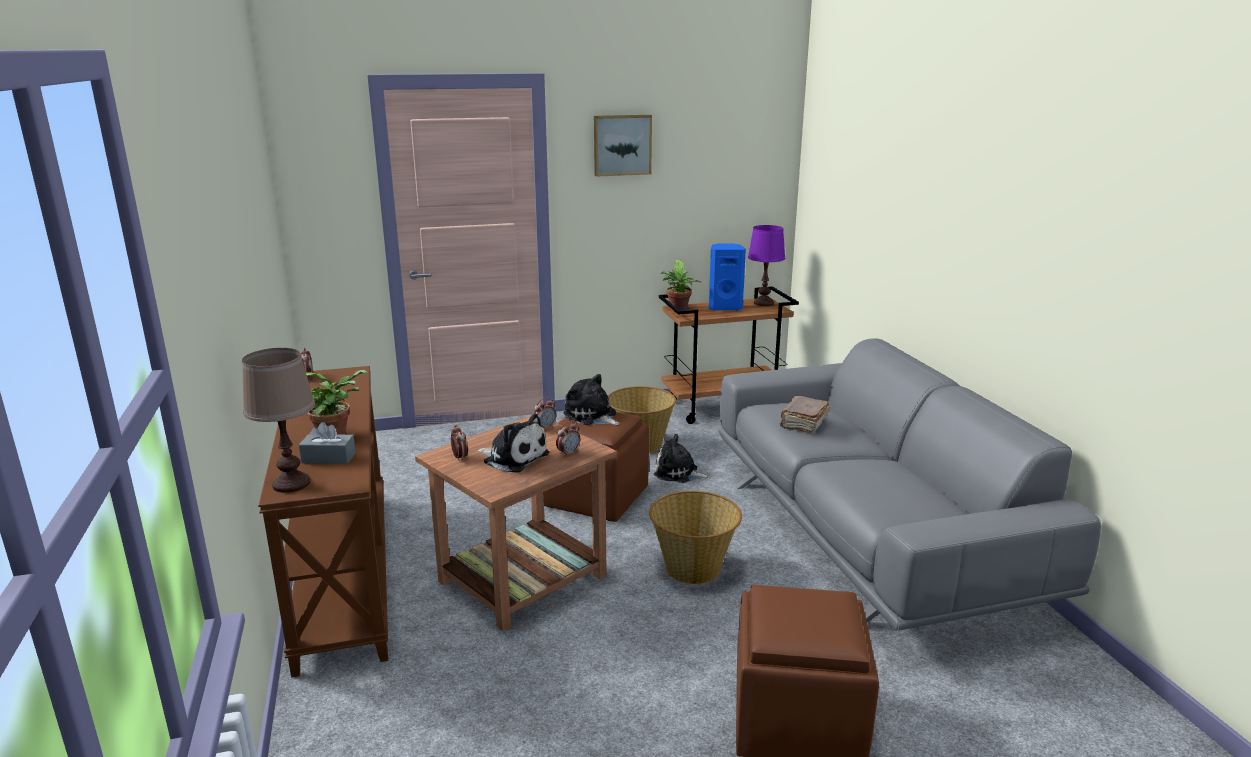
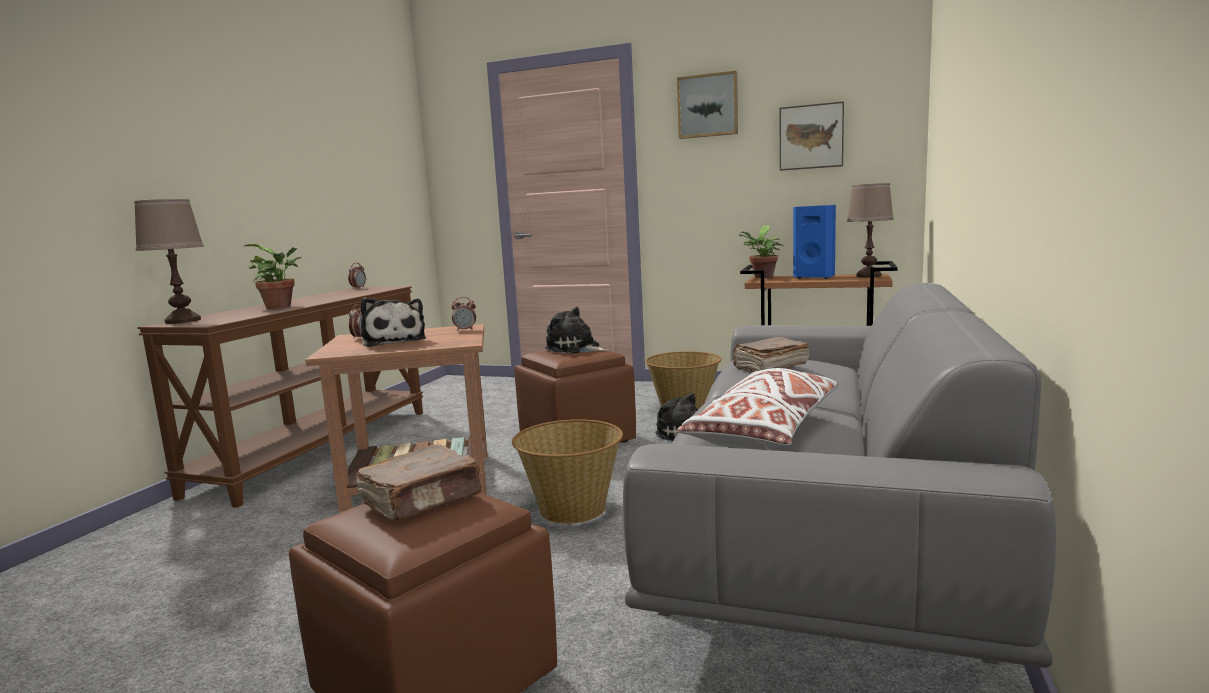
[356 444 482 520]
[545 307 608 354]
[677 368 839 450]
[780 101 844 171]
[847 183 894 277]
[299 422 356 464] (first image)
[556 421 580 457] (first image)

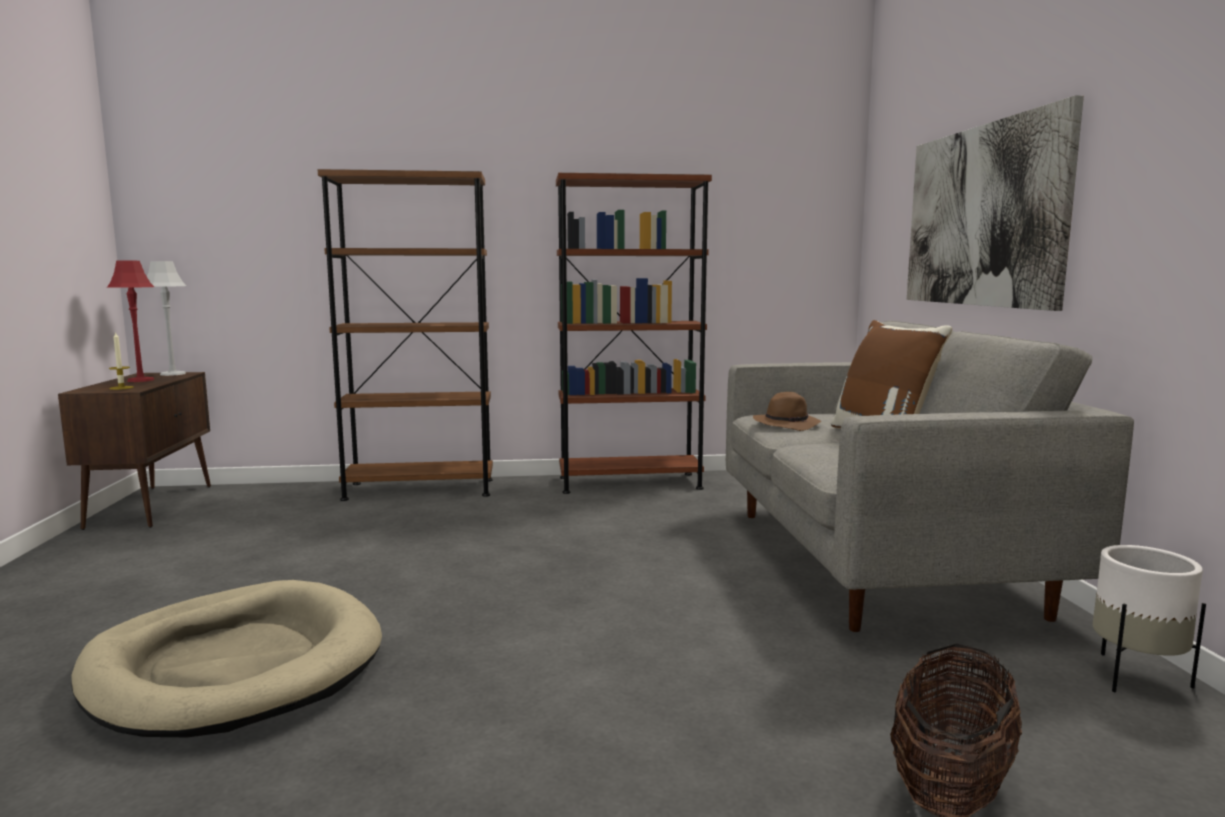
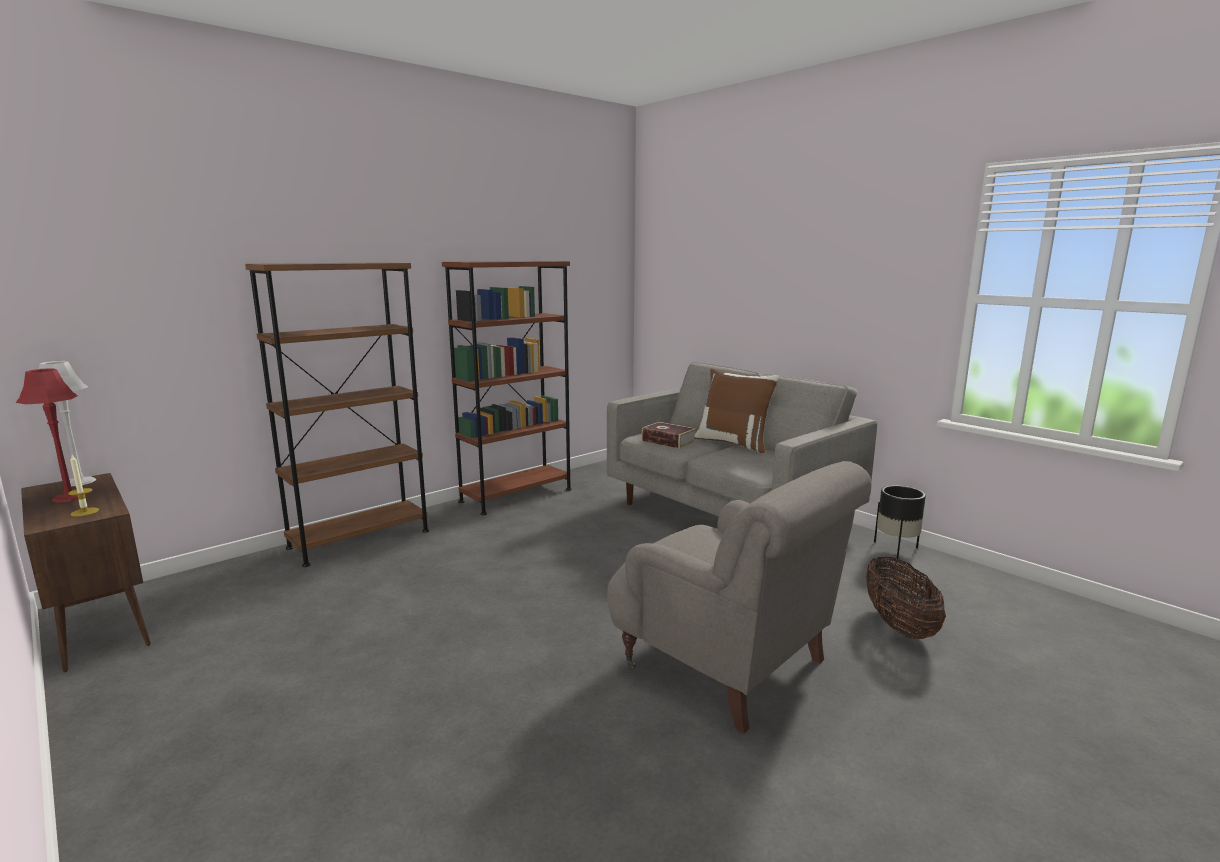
[607 461 872 733]
[642 422 696 449]
[874 485 926 559]
[72 580 382 737] (first image)
[907 95 1084 311] (first image)

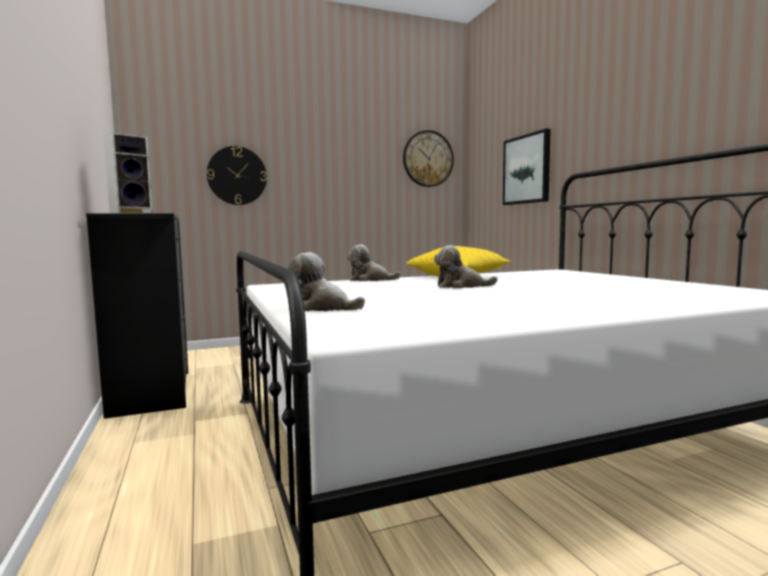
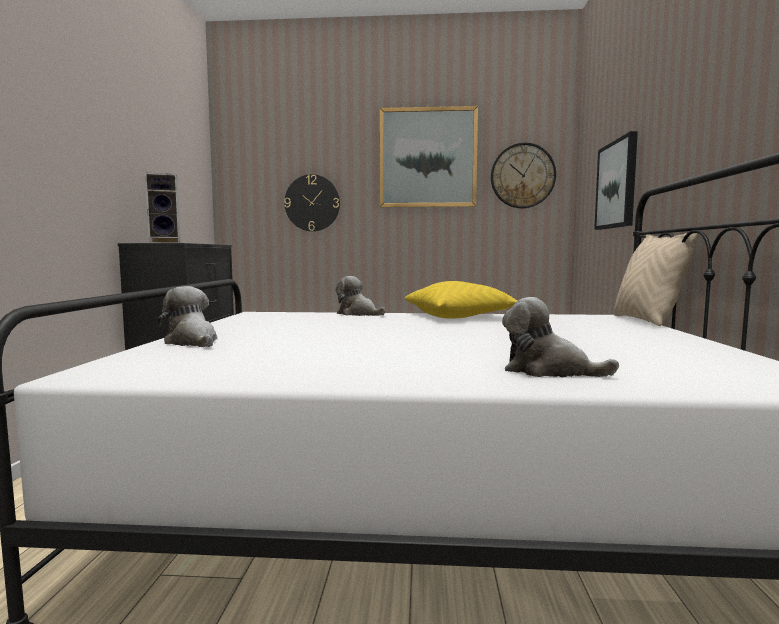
[380 106 478 207]
[502 297 619 377]
[613 233 699 326]

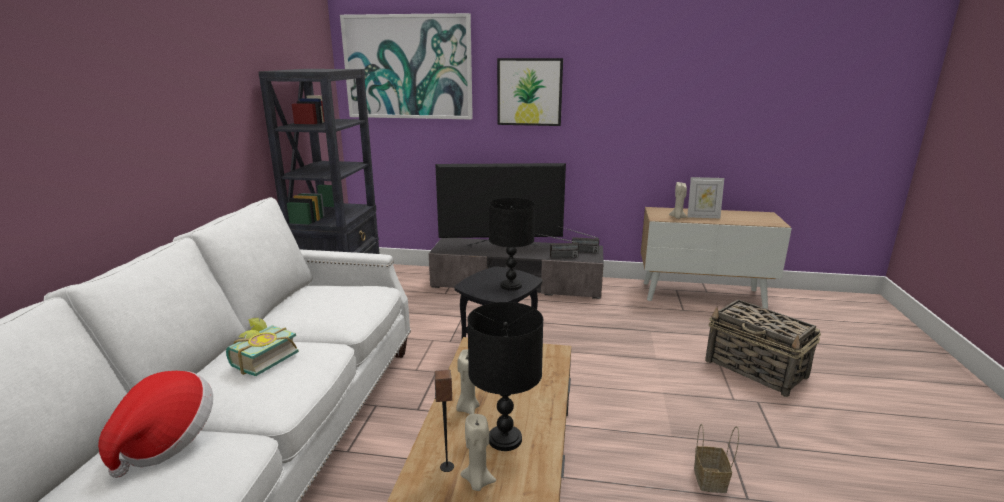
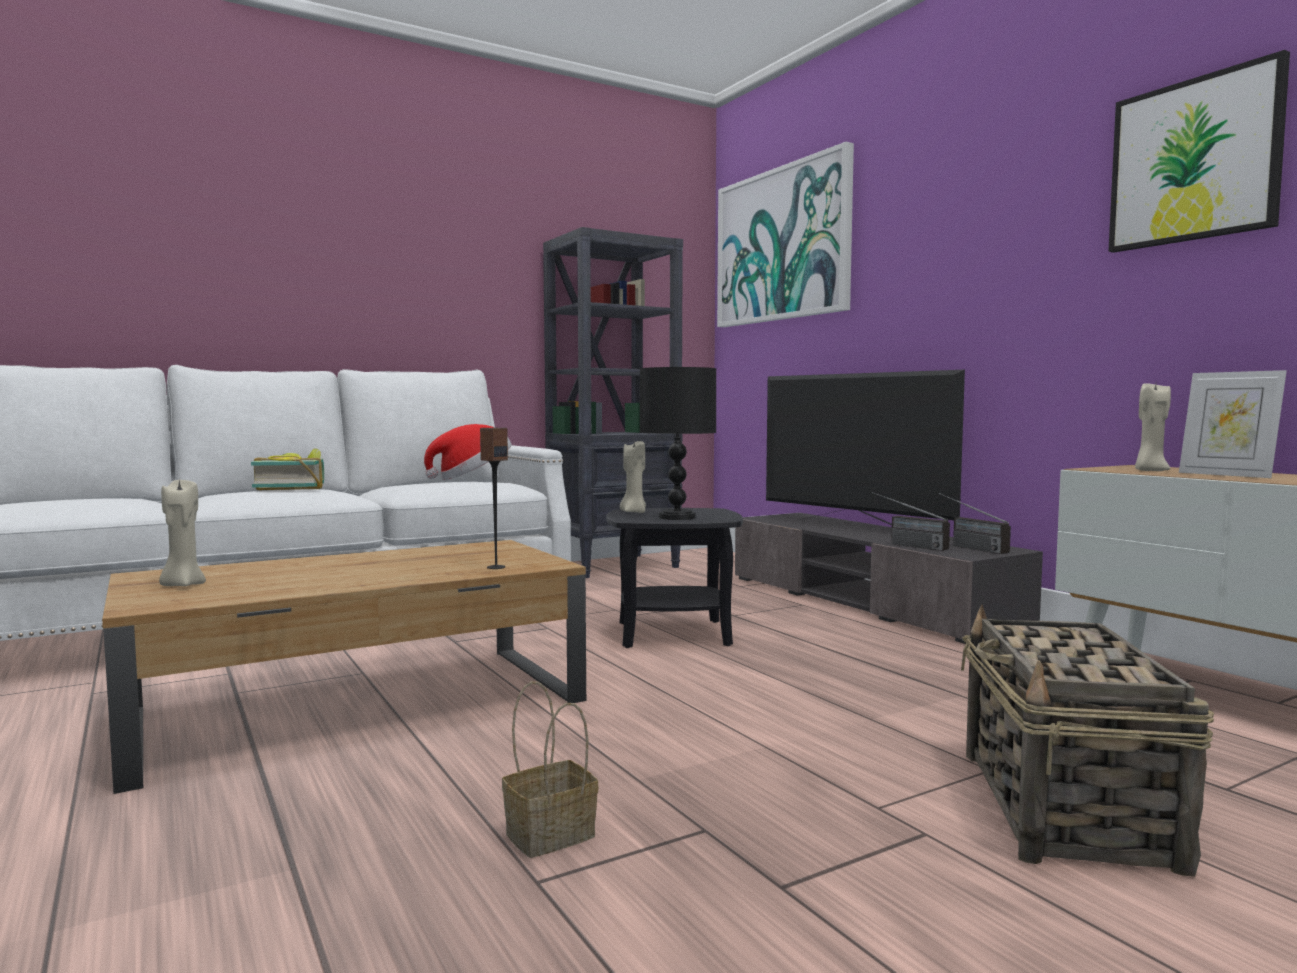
[424 424 511 480]
[480 428 508 569]
[620 441 646 513]
[1108 50 1290 252]
[467 302 543 451] (first image)

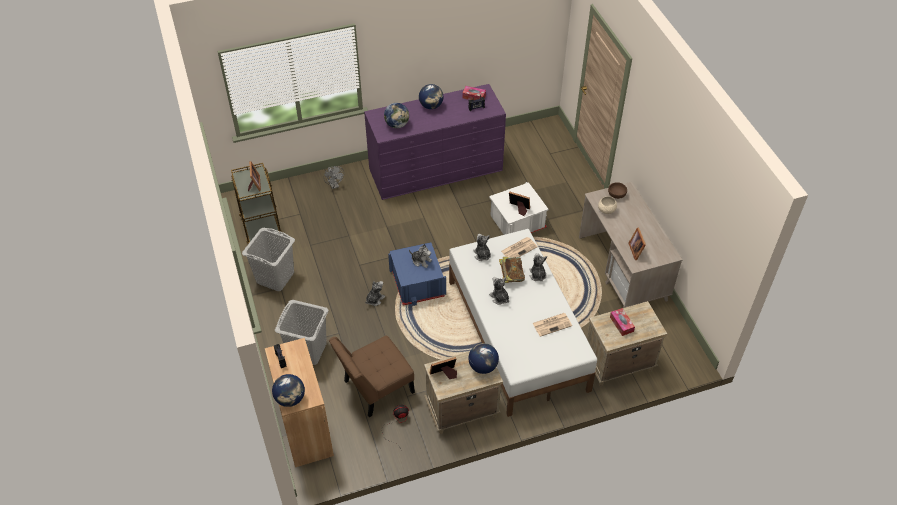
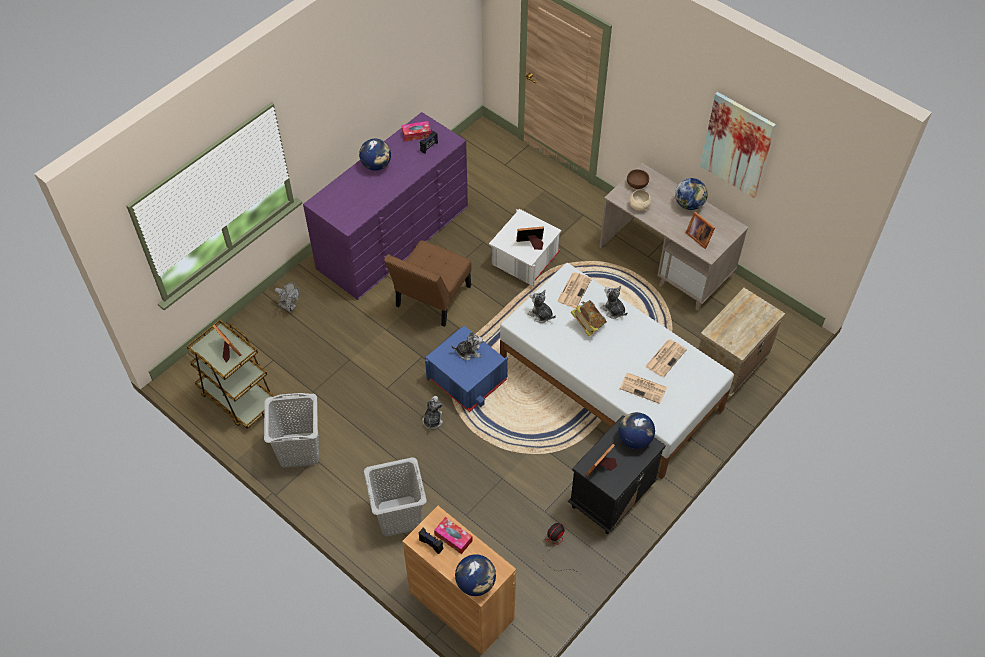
[384 240 471 327]
[434 517 473 554]
[568 415 666 534]
[620 373 667 404]
[675 178 708 210]
[700 92 776 198]
[489 277 509 305] (first image)

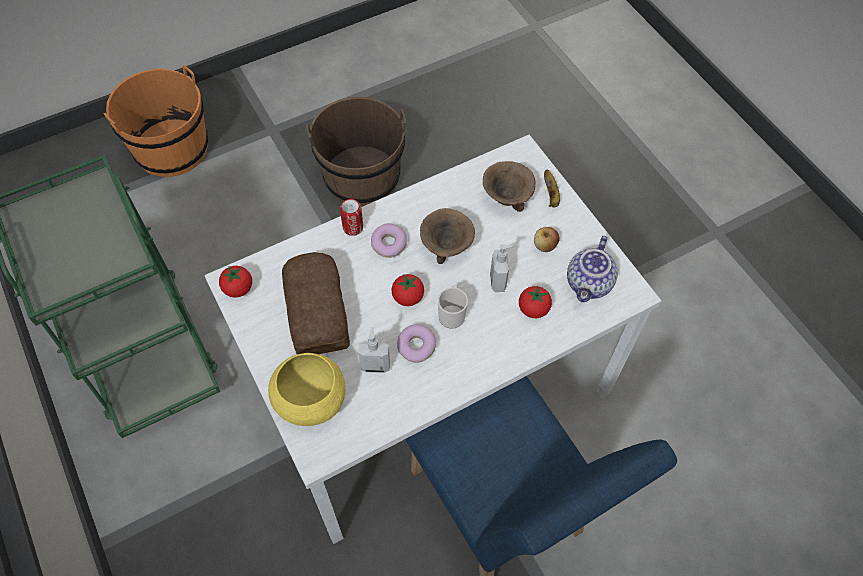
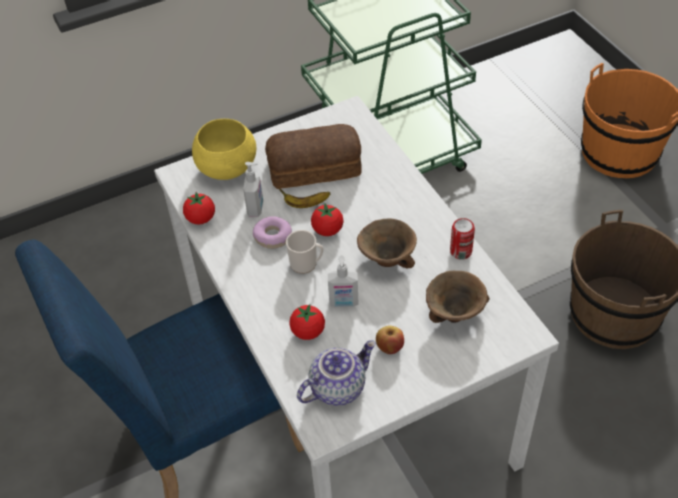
[183 192 215 225]
[279 189 330 208]
[297 340 376 406]
[450 218 475 260]
[371 223 407 258] (first image)

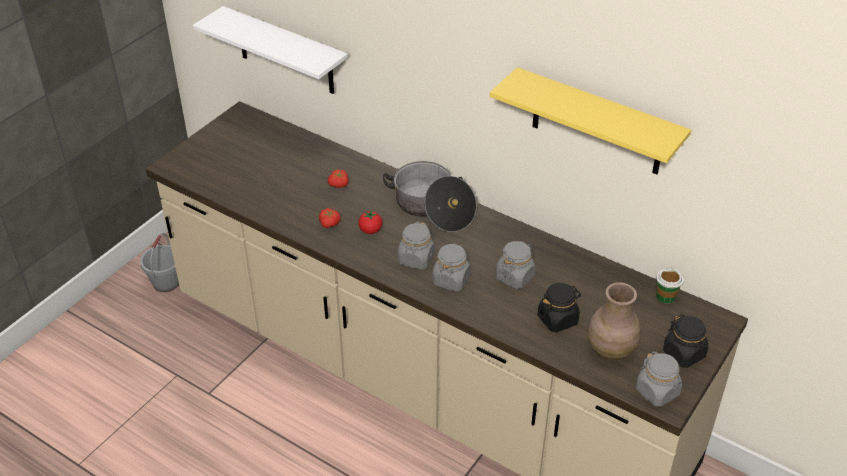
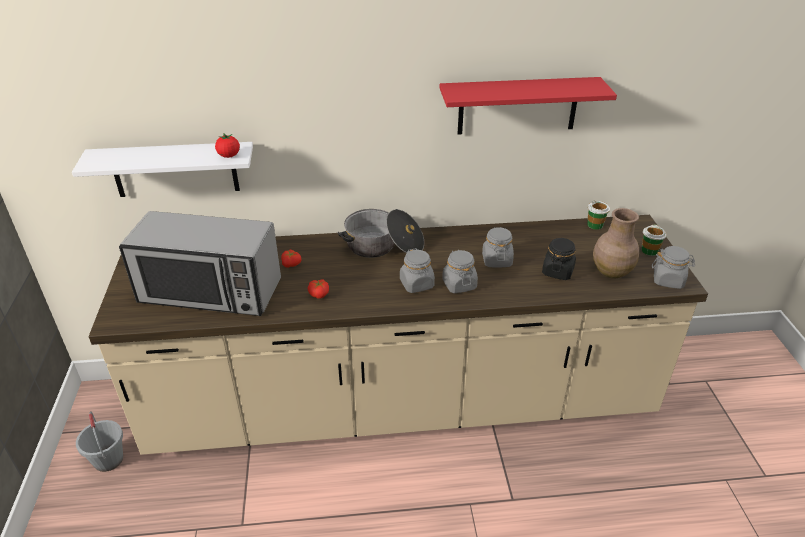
[119 211 281 316]
[215 134 240 158]
[439 77 617 135]
[641 225 667 256]

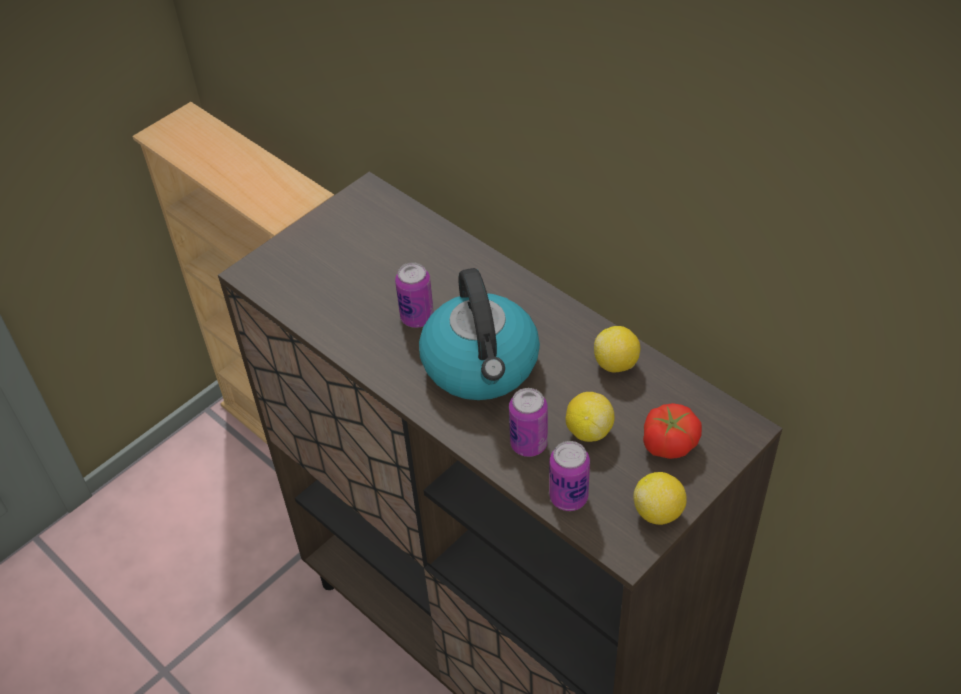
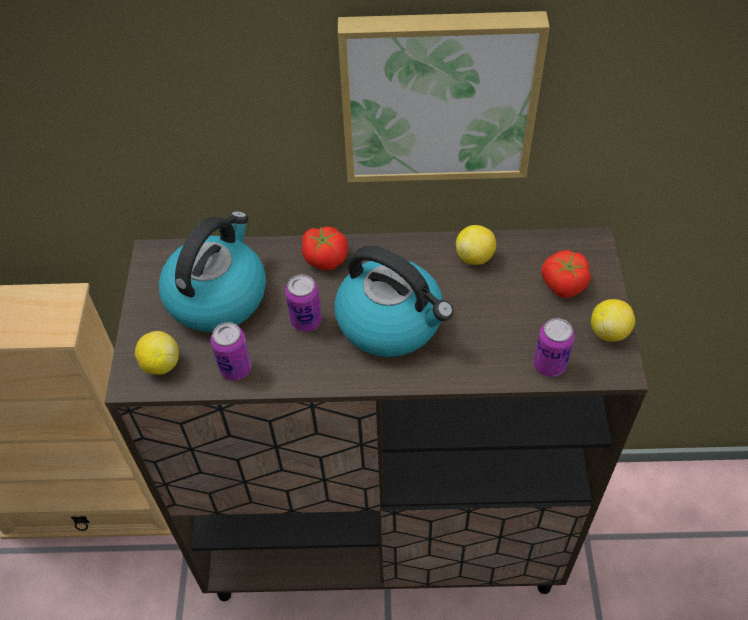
[135 331 179 375]
[159 211 266 332]
[211 322 252 381]
[302 226 348 270]
[338 11 550 182]

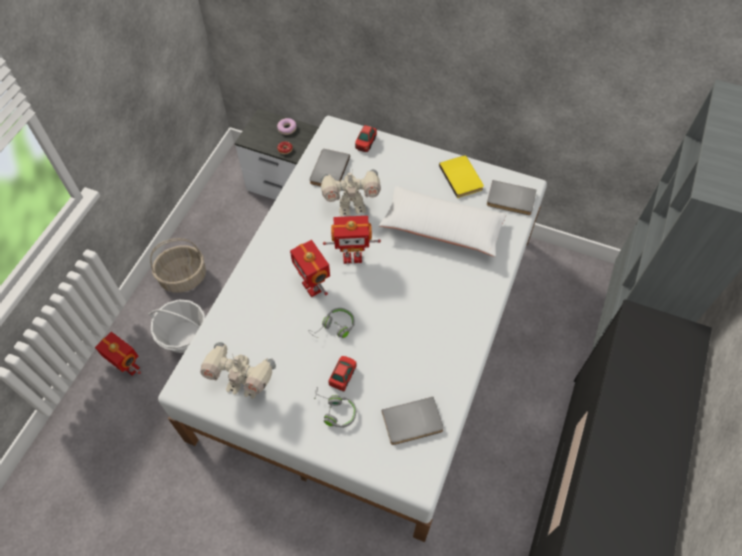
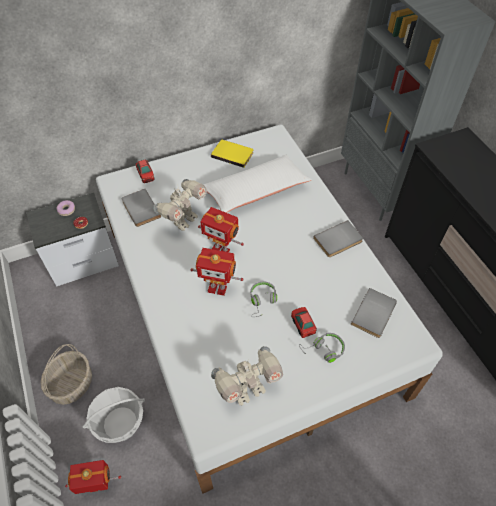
[198 207 244 252]
[313 220 363 257]

